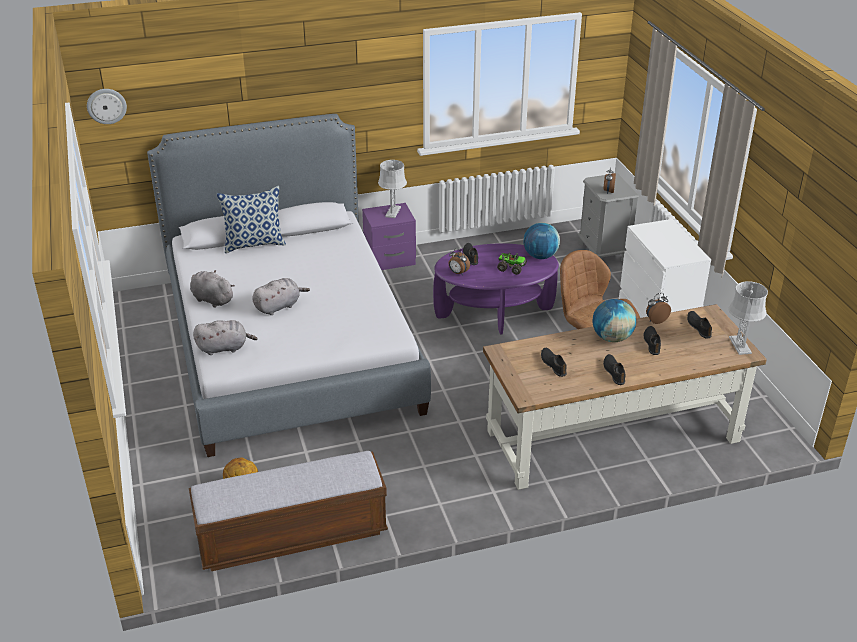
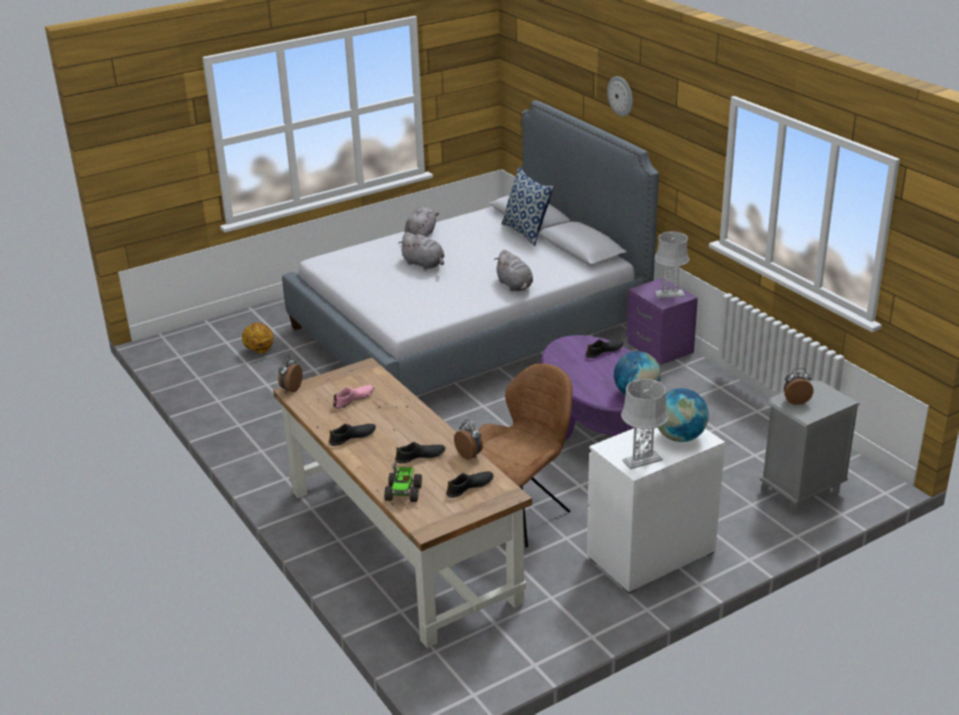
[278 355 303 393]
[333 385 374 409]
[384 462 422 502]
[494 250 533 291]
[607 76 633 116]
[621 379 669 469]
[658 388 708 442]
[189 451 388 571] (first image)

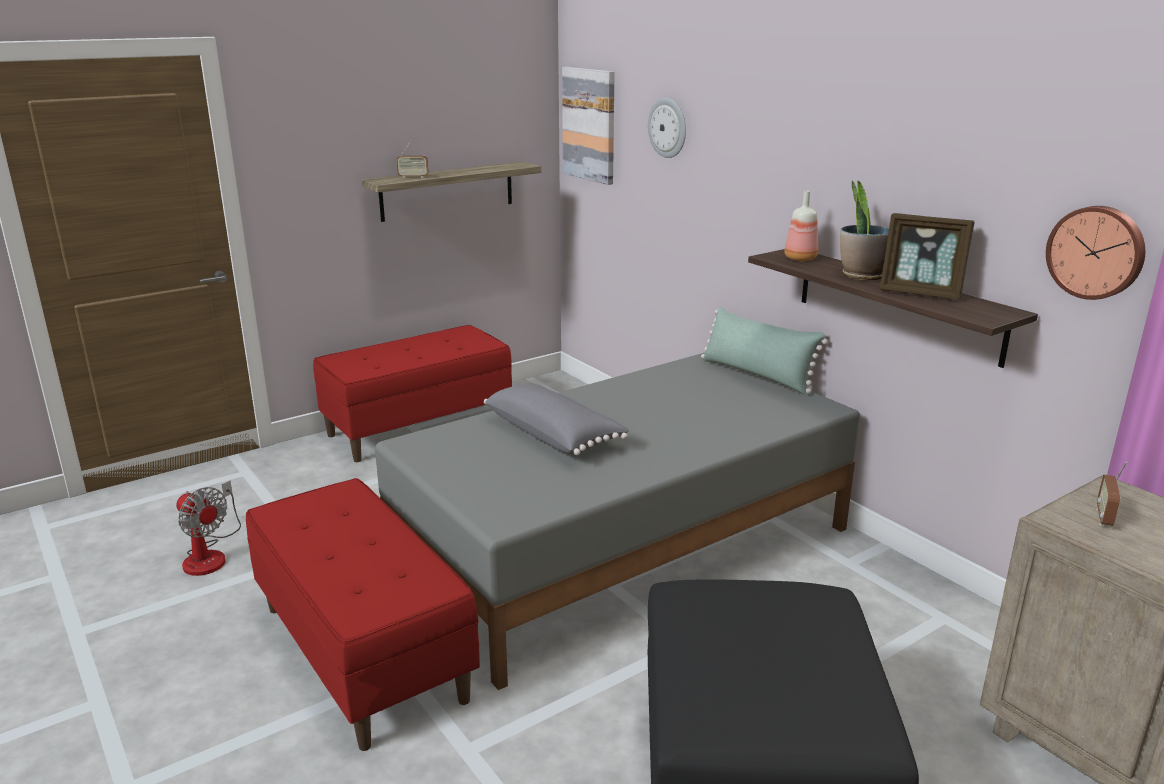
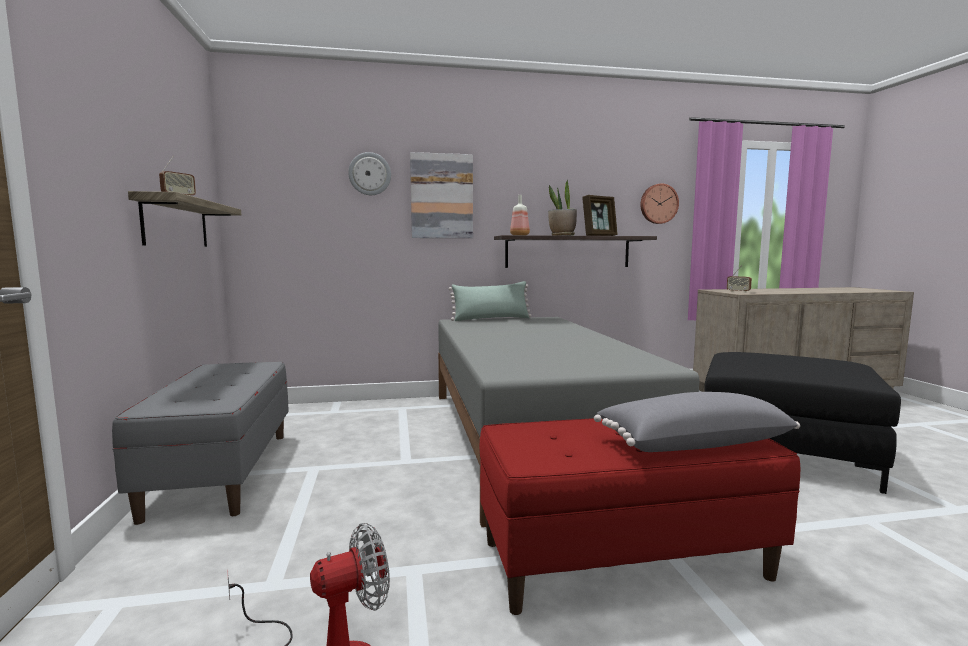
[112 362 289 525]
[410 152 473 238]
[594 392 800 452]

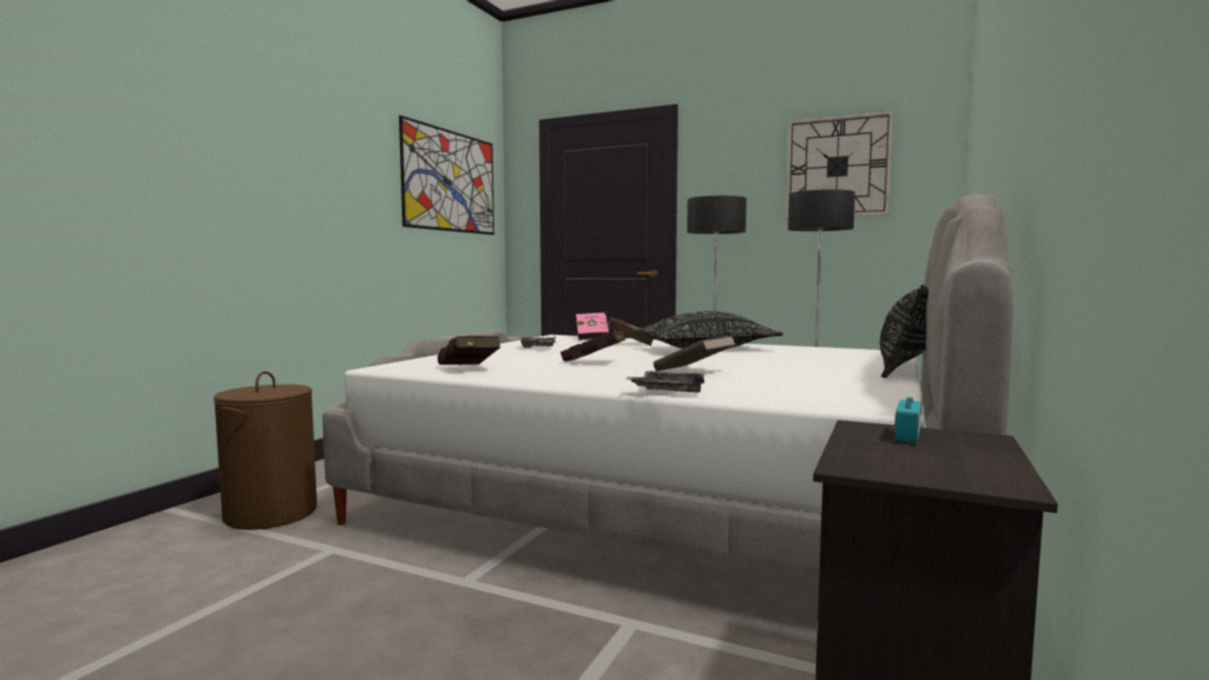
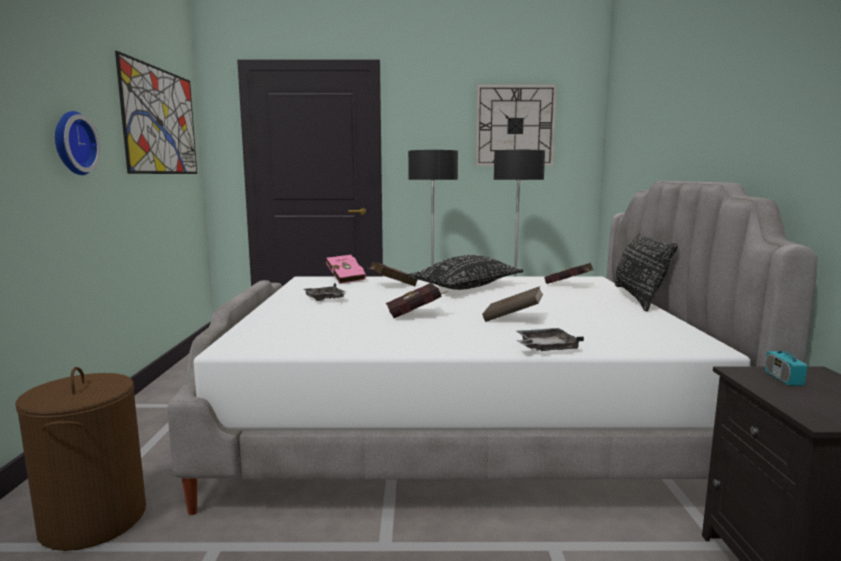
[55 111 101 175]
[544 263 593 284]

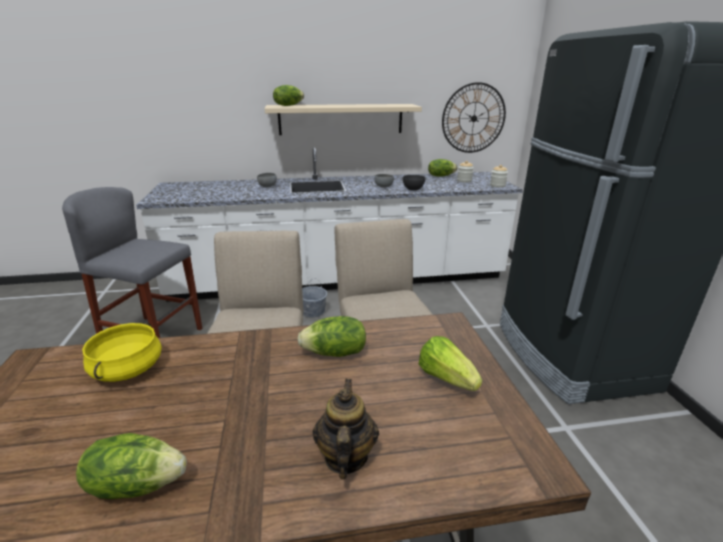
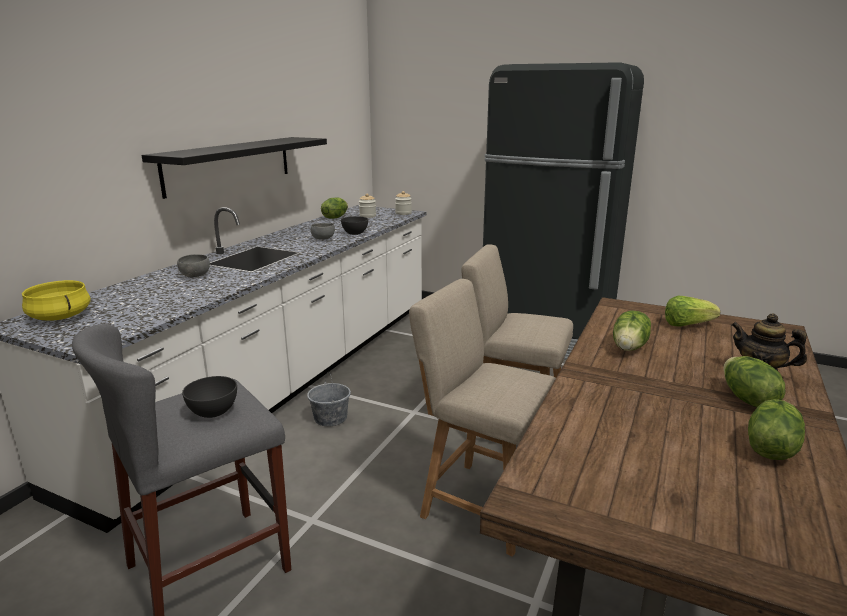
[22 280 91 321]
[142 137 327 199]
[182 376 237 418]
[723 356 785 408]
[442 82 506 153] (first image)

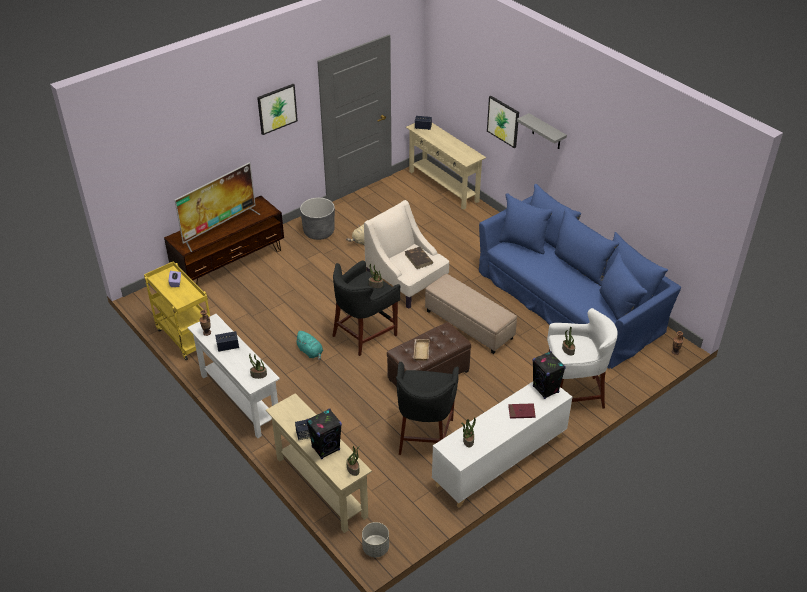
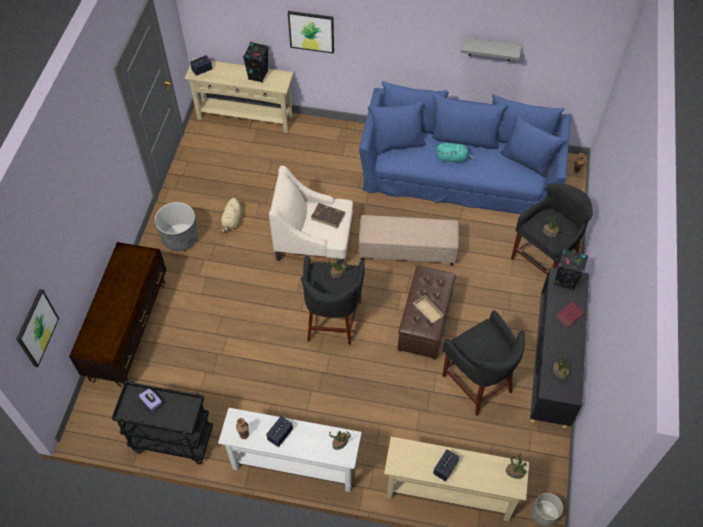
[16 289 59 367]
[112 381 213 465]
[243 42 268 83]
[436 143 475 164]
[461 37 521 61]
[511 183 593 275]
[530 267 589 428]
[175 162 261 252] (first image)

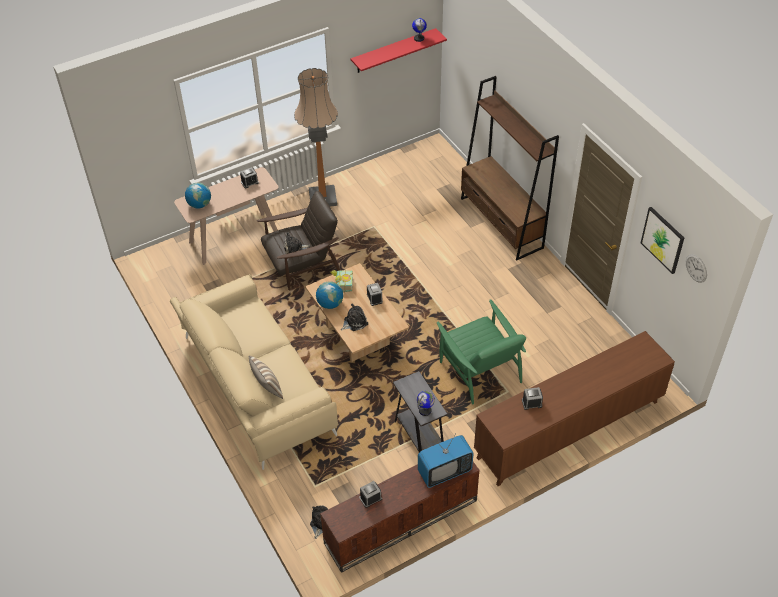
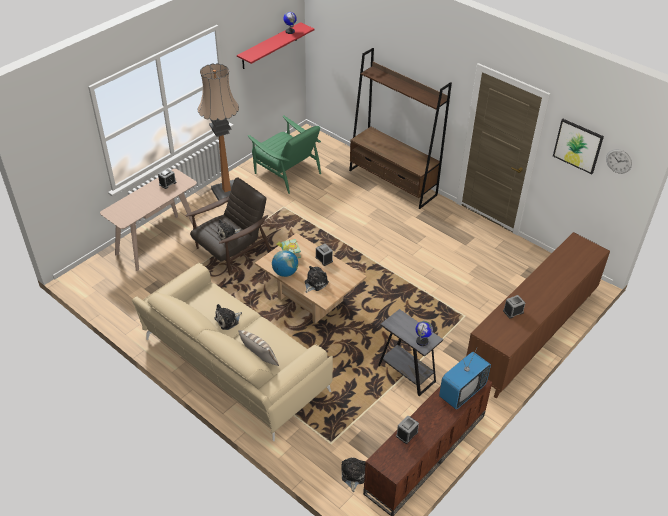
[214 304 242 330]
[248 115 321 194]
[185 183 211 208] (first image)

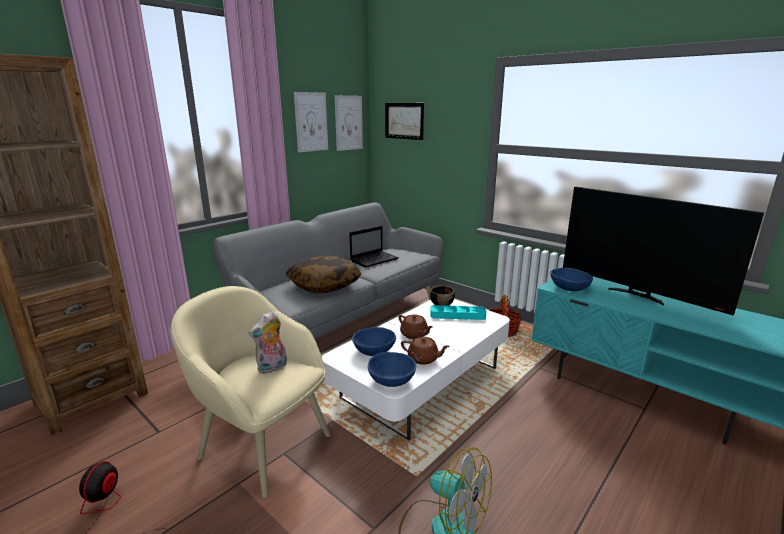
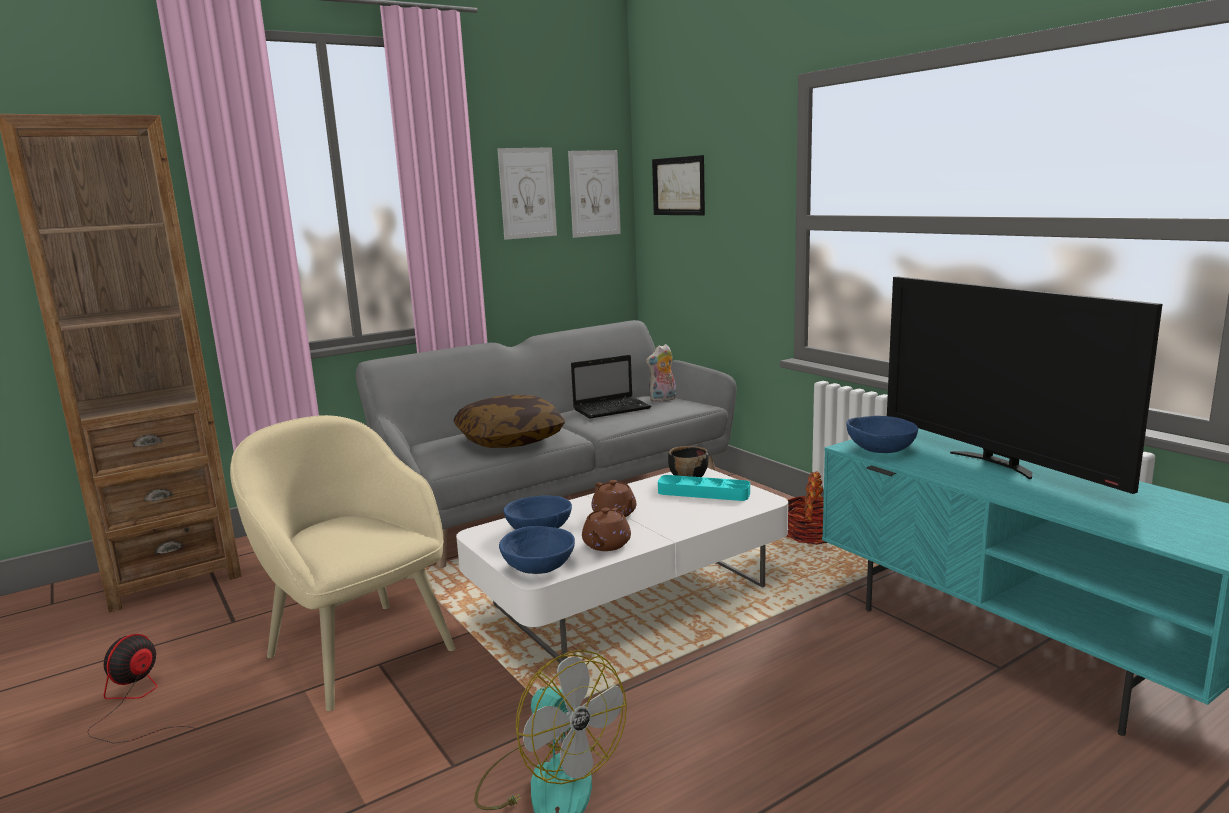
[582 507 631 551]
[646 344 676 402]

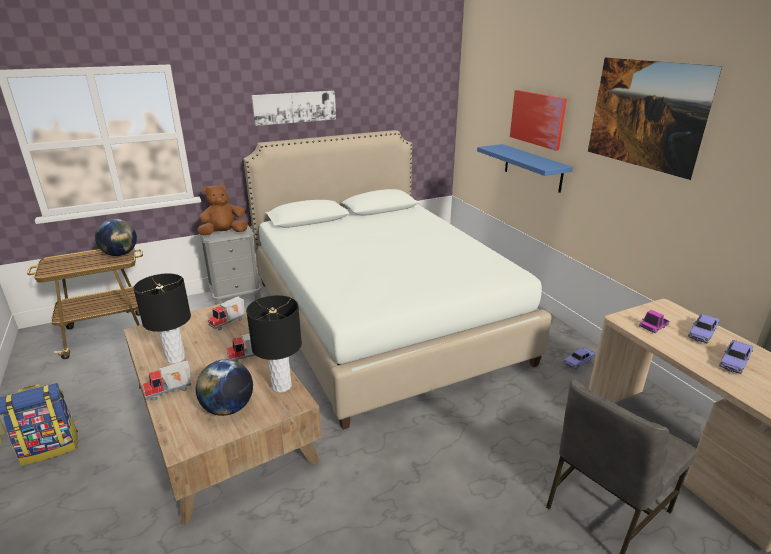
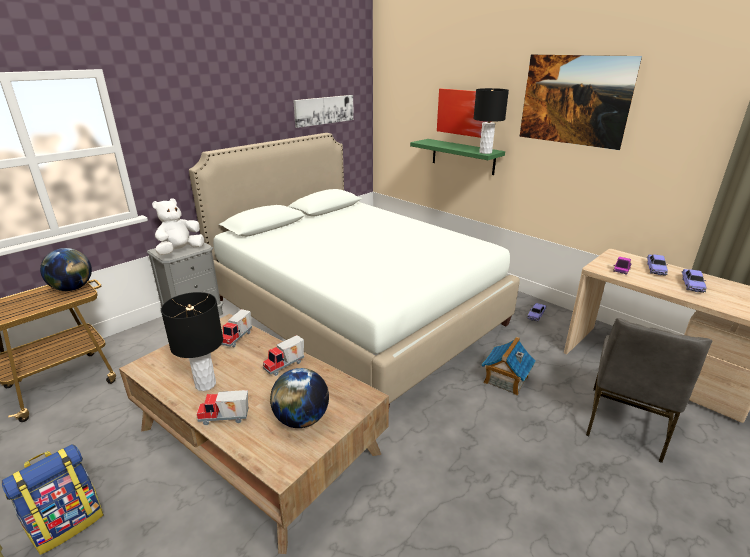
[152 198 204 255]
[197 390 248 425]
[293 95 354 128]
[410 139 505 175]
[473 88 509 154]
[481 337 536 396]

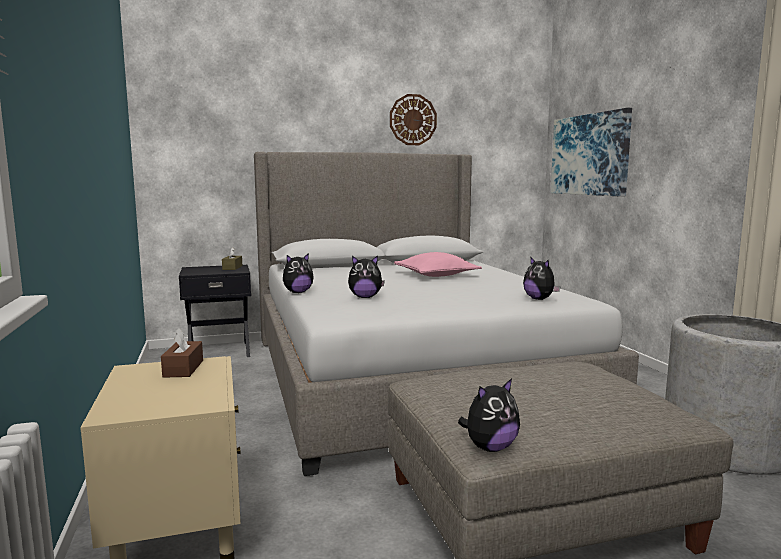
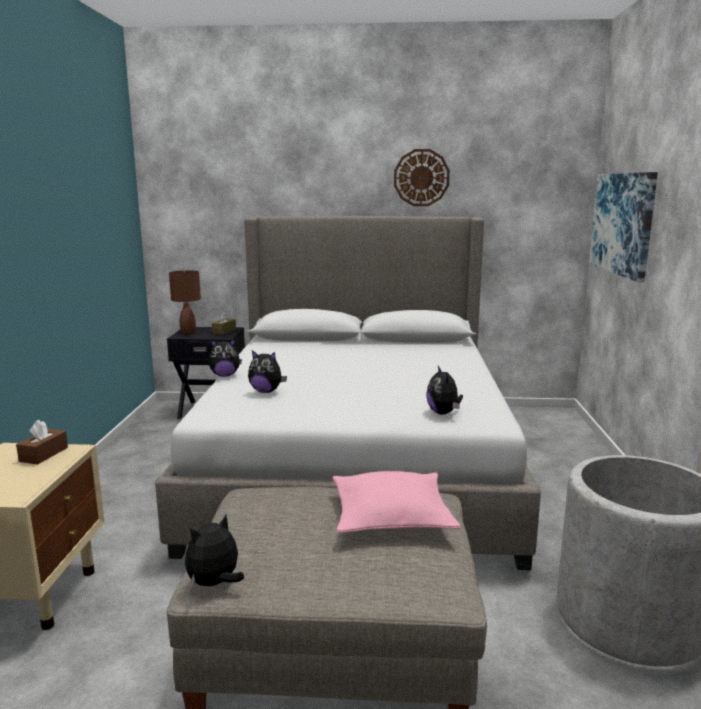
[169 270 201 334]
[185 515 244 588]
[333 471 461 533]

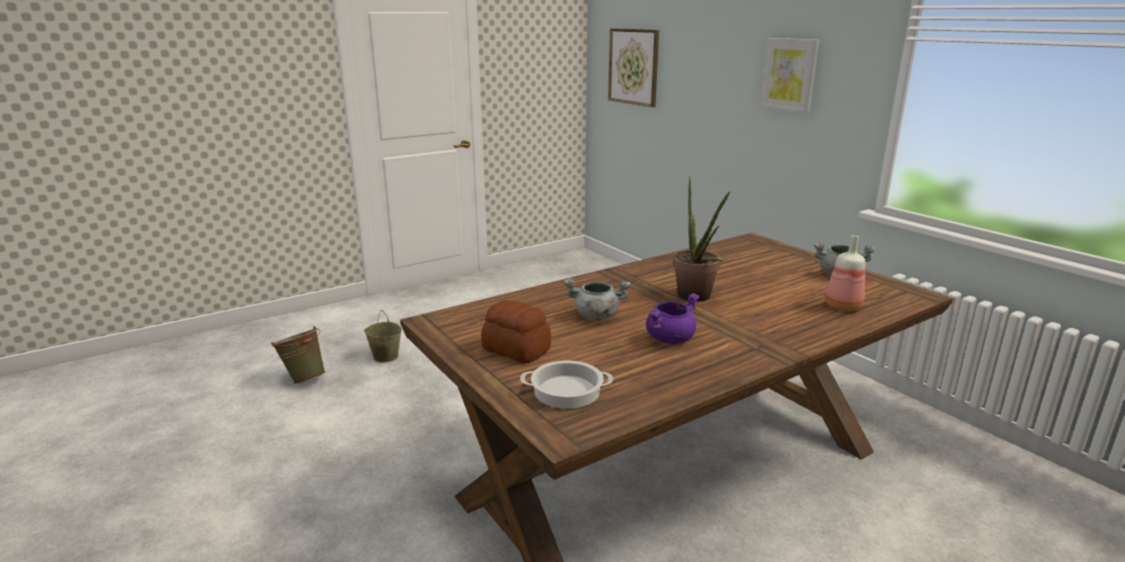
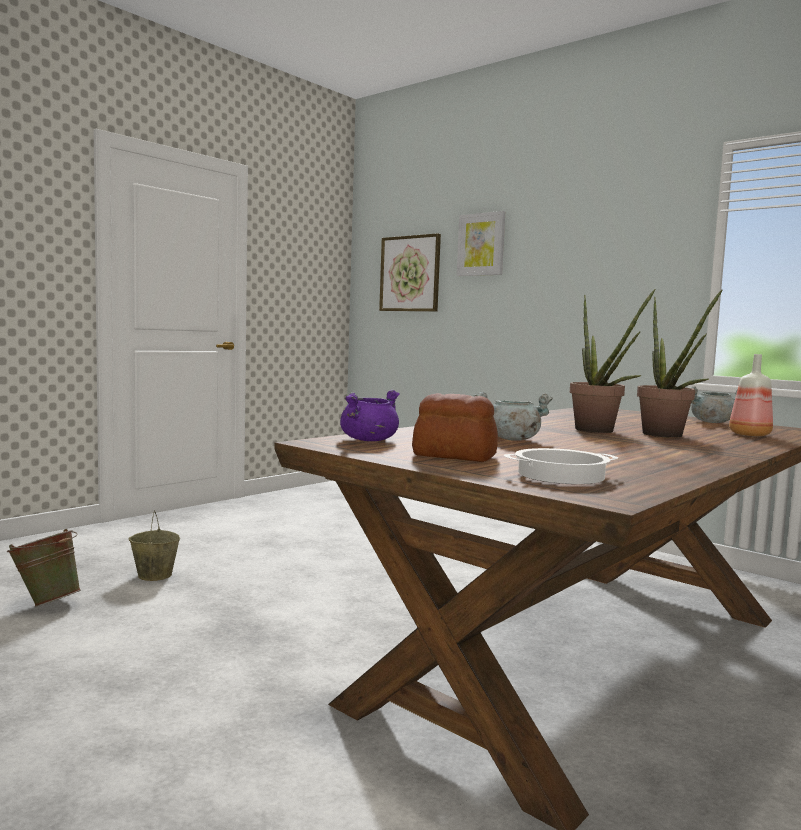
[340 390 400 441]
[457 211 505 276]
[637 290 722 438]

